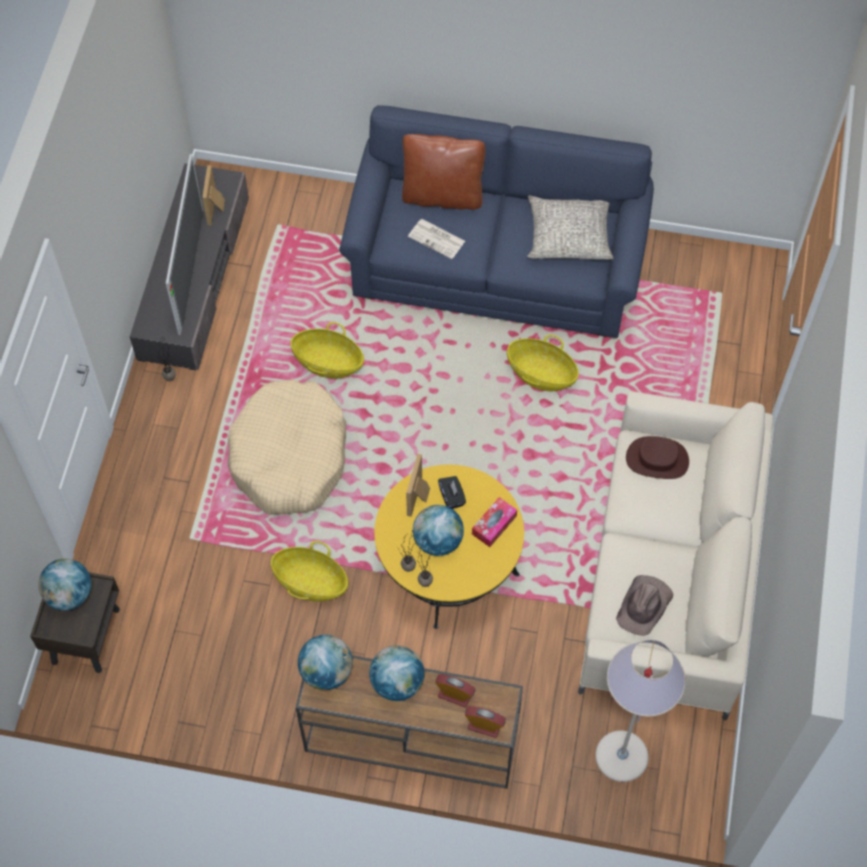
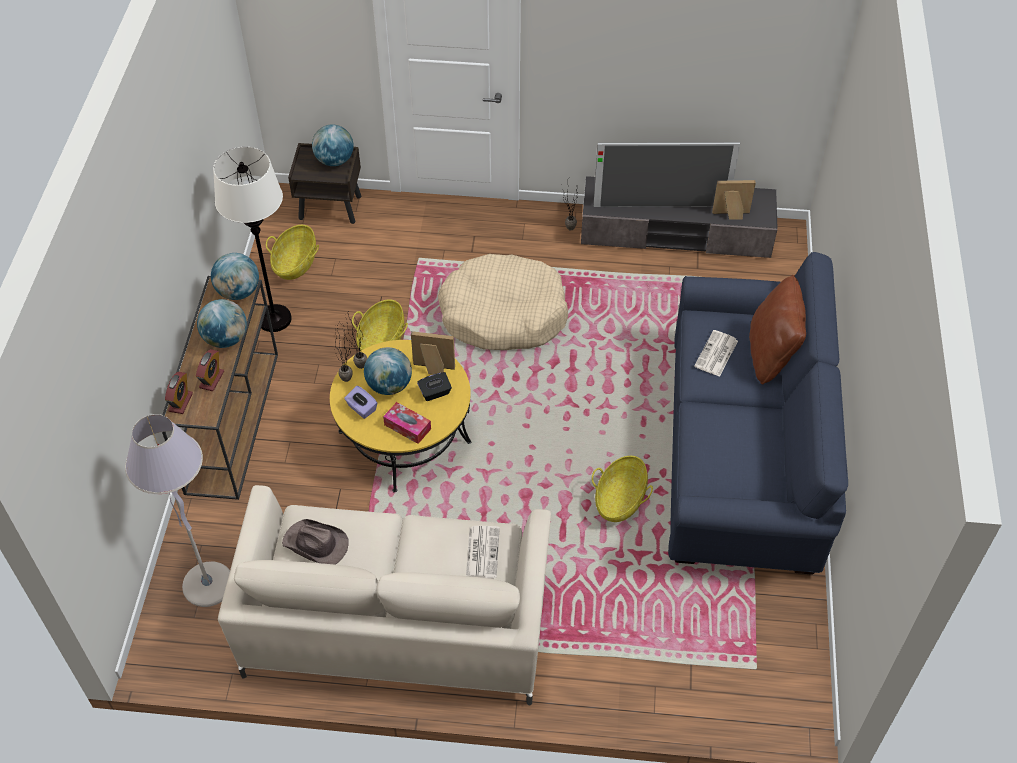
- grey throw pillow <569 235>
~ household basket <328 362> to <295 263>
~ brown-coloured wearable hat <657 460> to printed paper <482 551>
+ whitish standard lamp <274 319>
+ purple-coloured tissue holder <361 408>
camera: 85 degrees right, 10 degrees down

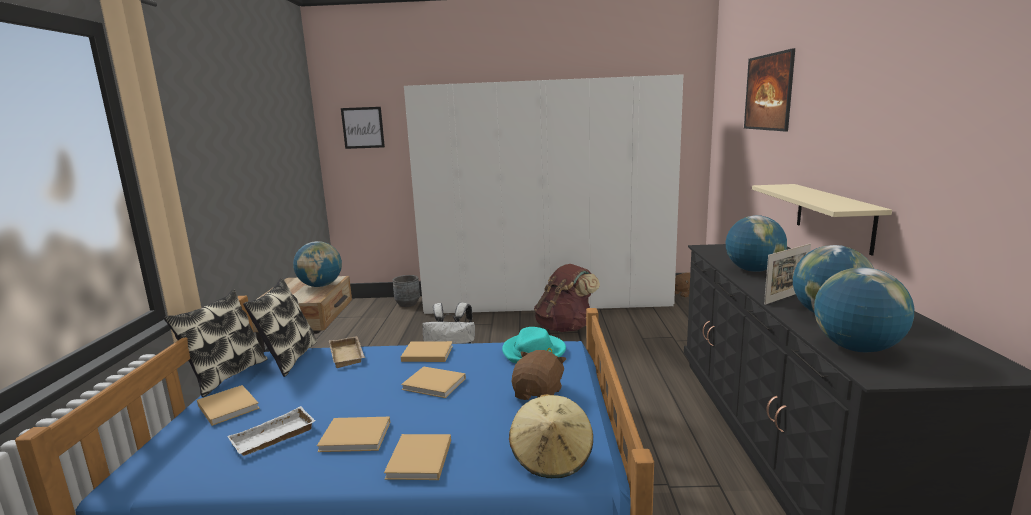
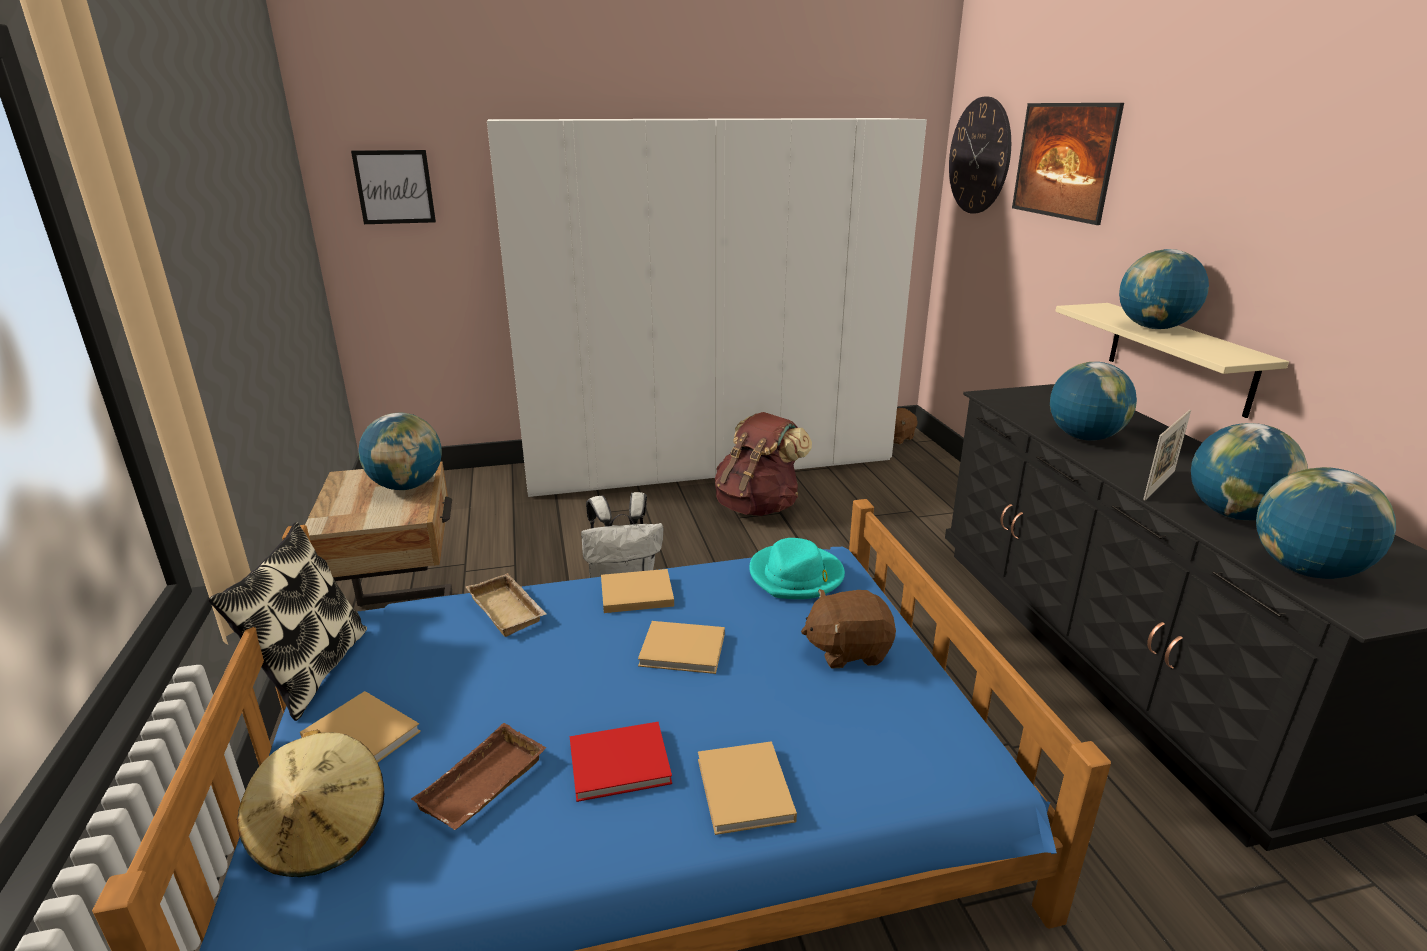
- grey flower pot <408 303>
- throw pillow <288 359>
~ brown-coloured plush toy <539 394> = <847 650> 105 degrees counterclockwise
~ beige wearable hat <552 457> to <322 832>
~ whitish carrying tray <273 438> to brown-coloured carrying tray <484 787>
~ beige bound book <357 436> to red bound book <623 763>
+ wall clock <979 156>
+ desk globe <1153 328>
camera: 15 degrees left, 10 degrees up

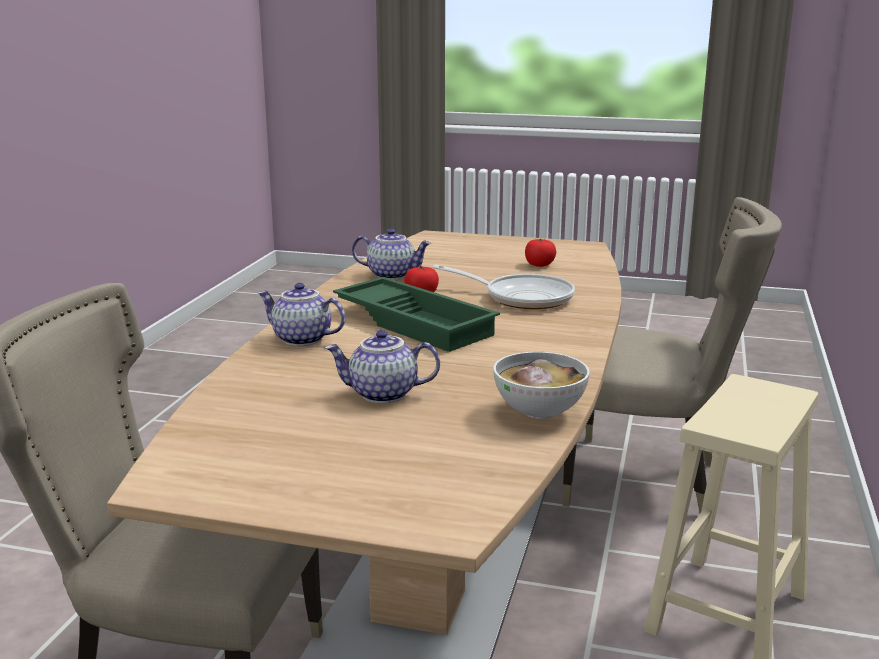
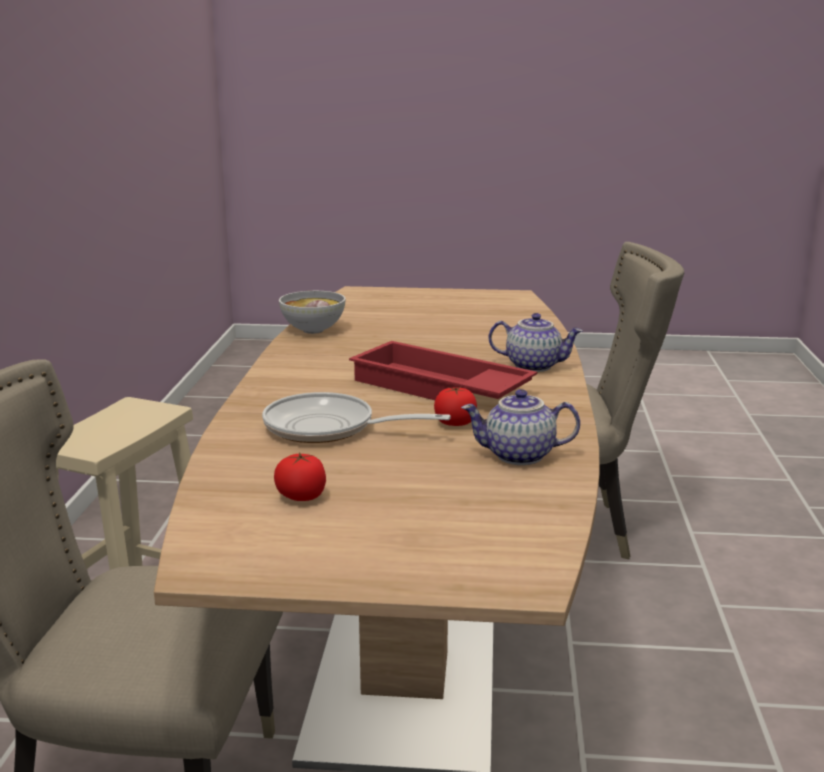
~ greenish carrying tray <417 323> to red carrying tray <437 388>
- pot for tea <382 395>
camera: 170 degrees right, 0 degrees up

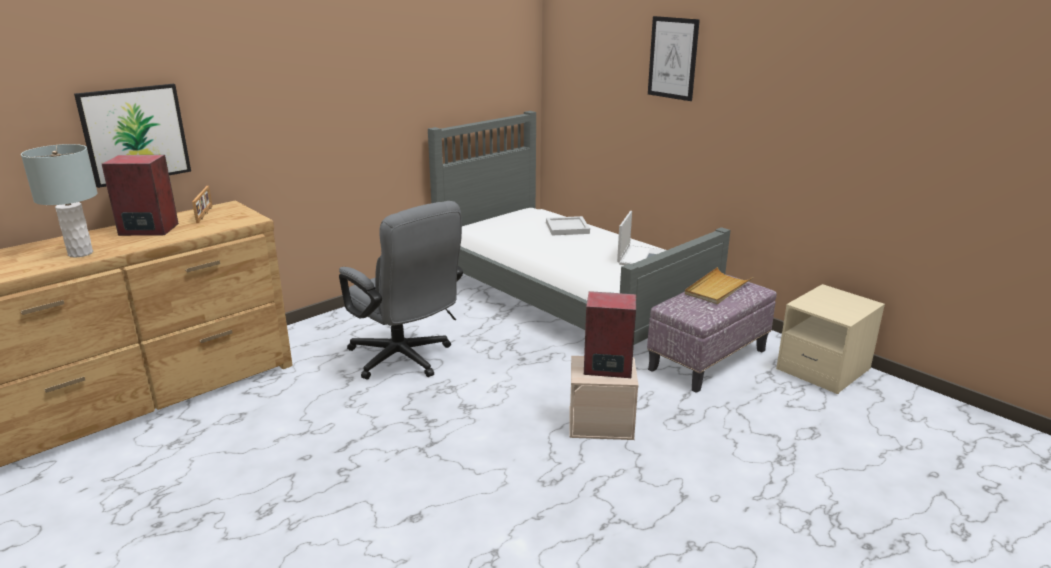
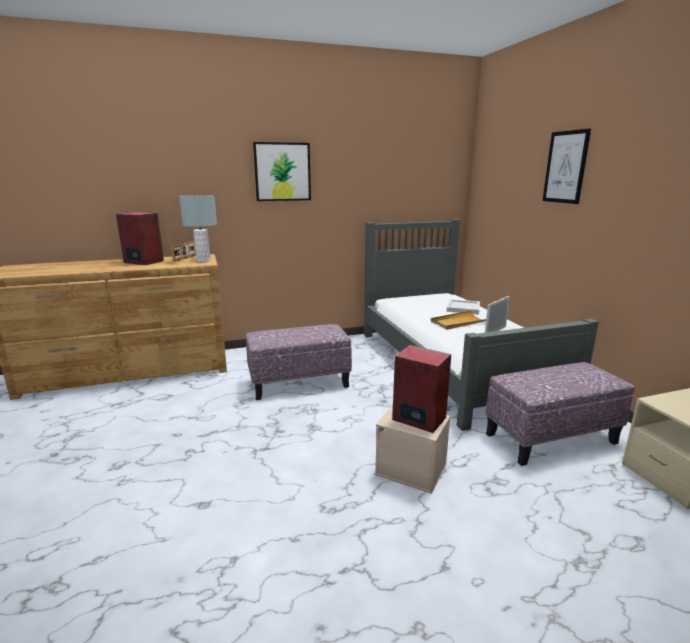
~ wall art <135 134> to <282 172>
~ grey table lamp <80 253> to <203 260>
~ grey desk chair <405 360> to ottoman <299 384>
~ beige carrying tray <717 289> to <459 322>
camera: 25 degrees right, 5 degrees down

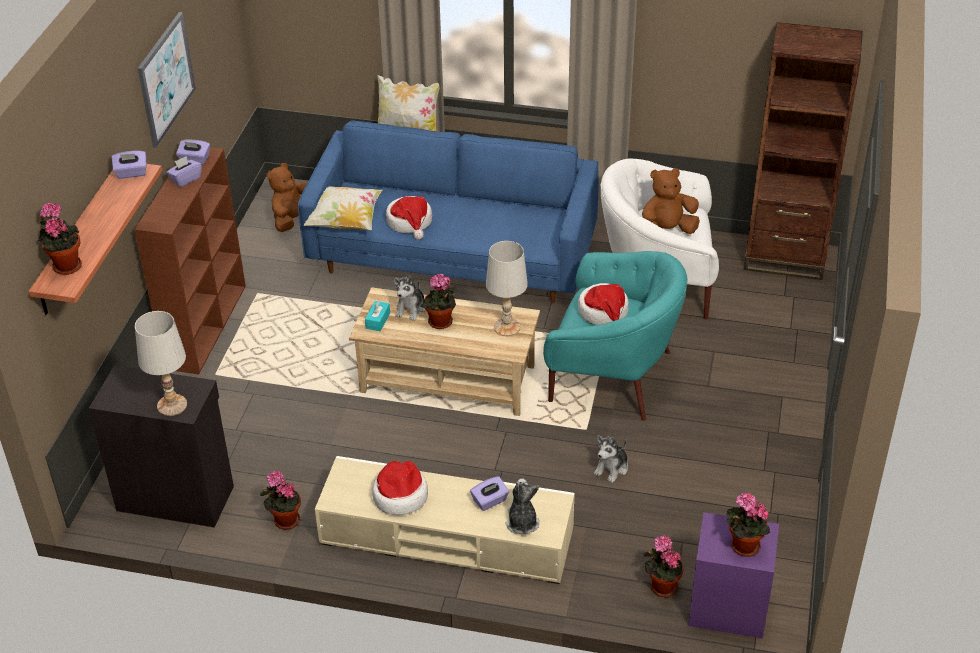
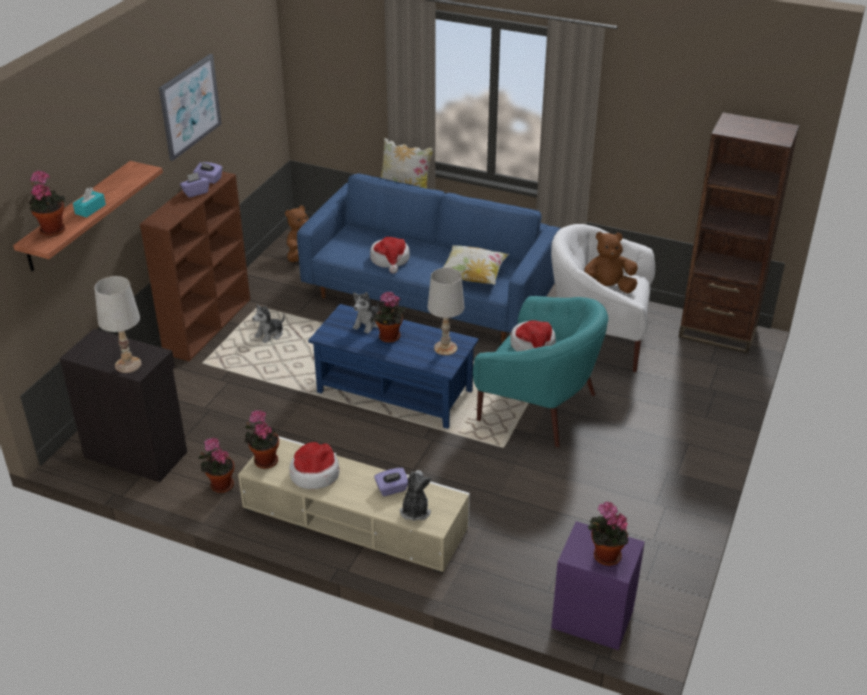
- purple-coloured tissue holder <131 173>
~ throw pillow <345 221> to <473 277>
~ beige low table <448 379> to blue-coloured low table <395 392>
~ turquoise-coloured tissue holder <378 320> to <90 209>
~ plush toy <612 468> to <270 335>
~ houseplant <661 586> to <264 460>
camera: 10 degrees right, 5 degrees down

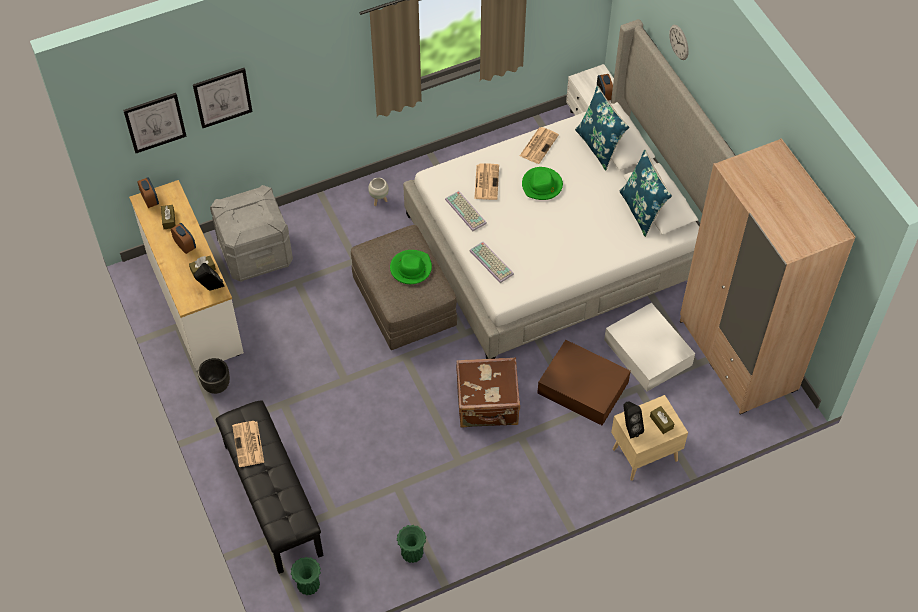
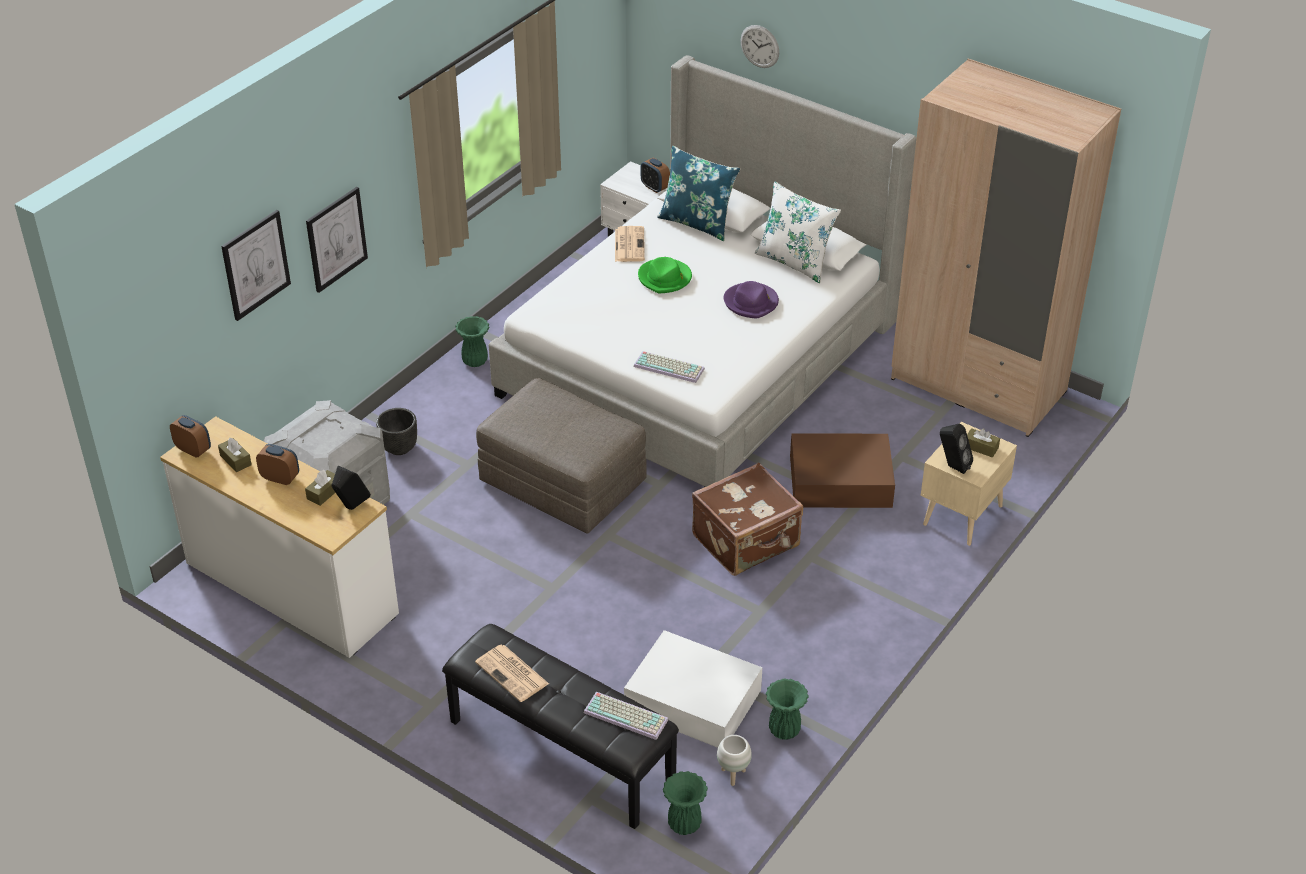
~ wall art <155 122> to <336 239>
~ blue-coloured throw pillow <642 210> to whitish throw pillow <795 262>
- printed paper <486 181>
~ whitish flower pot <379 200> to <733 775>
~ keyboard <466 211> to <627 715>
- greenish wearable hat <411 268>
~ whitish storage box <648 353> to <694 701>
~ black-coloured flower pot <216 385> to <399 447>
+ purple-coloured wearable hat <751 302>
+ greenish vase <475 361>
camera: 30 degrees left, 15 degrees down

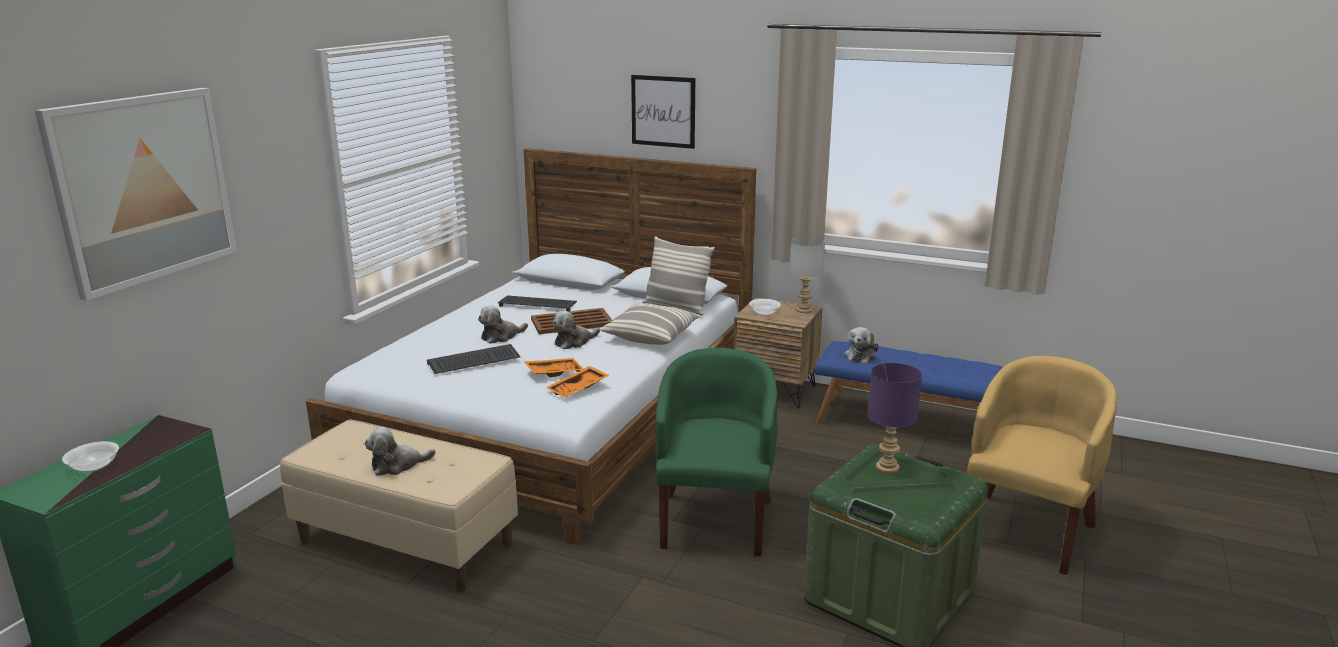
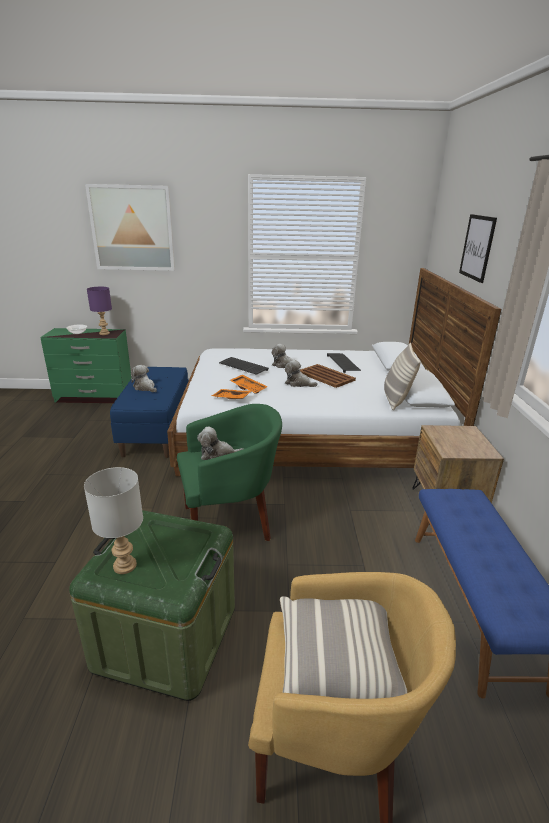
~ grey table lamp <804 310> to <125 566>
- bowl <764 313>
~ throw pillow <651 336> to <337 660>
~ plush toy <860 355> to <218 454>
~ purple-coloured table lamp <887 468> to <104 333>
~ beige long seat <407 542> to blue-coloured long seat <157 431>
camera: 65 degrees right, 5 degrees up

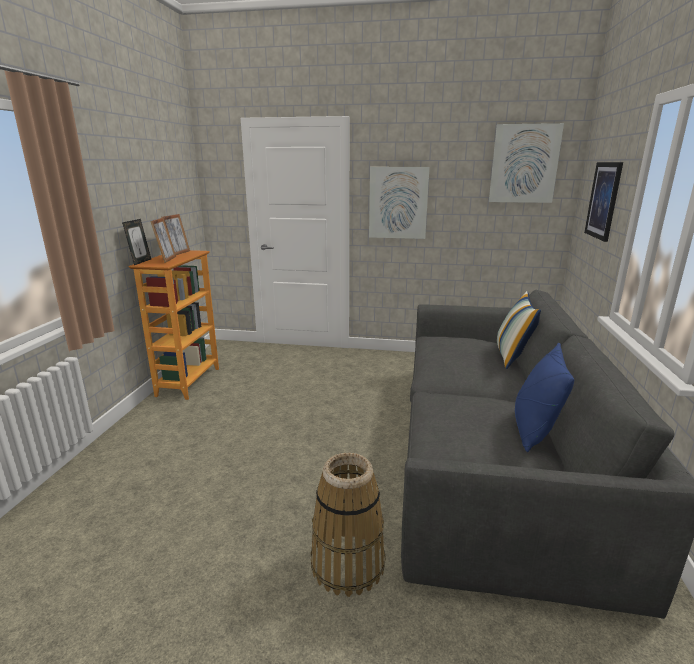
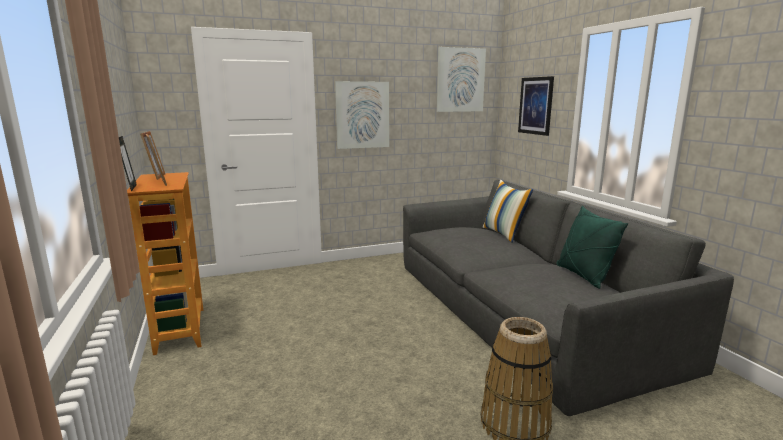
~ blue-coloured throw pillow <533 431> to greenish throw pillow <583 276>
camera: 30 degrees left, 5 degrees down

